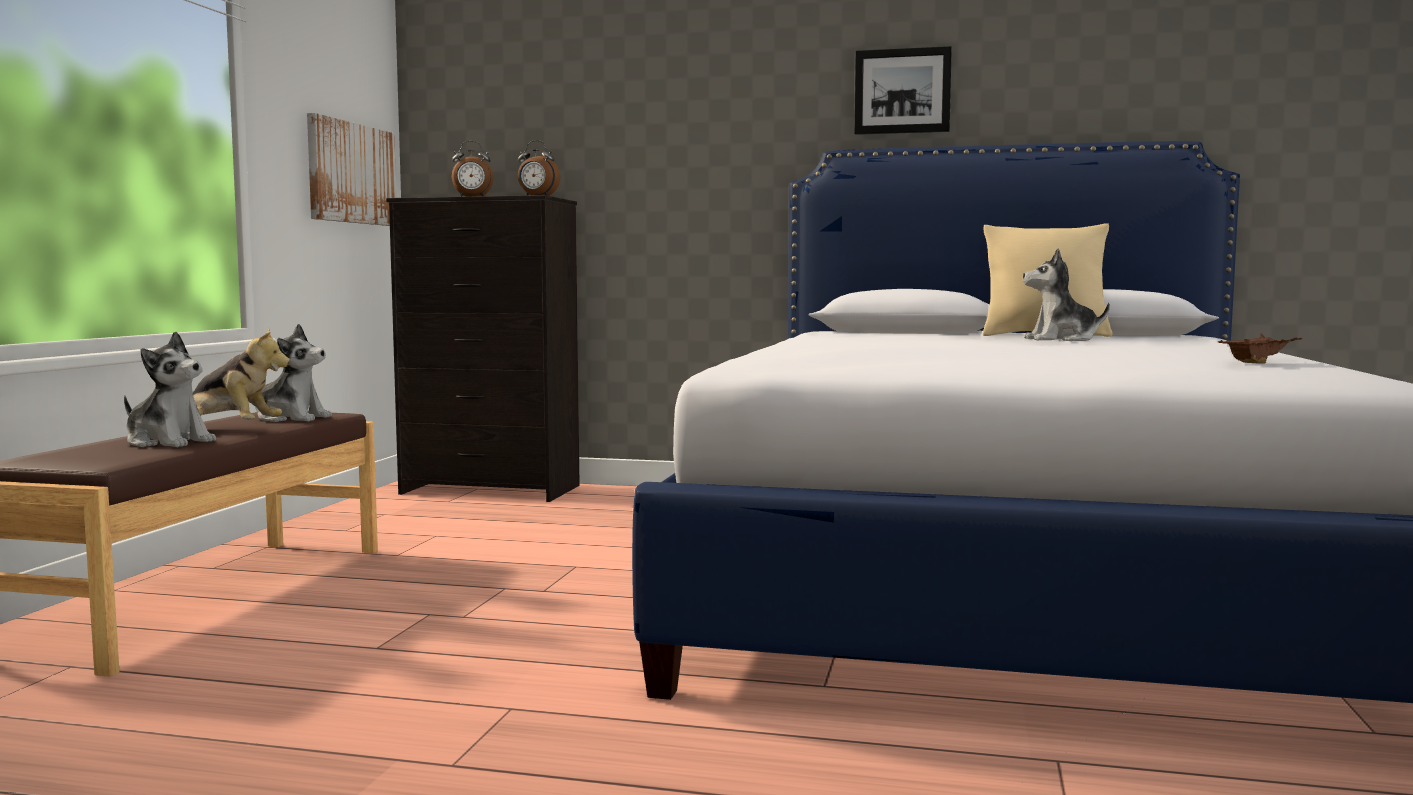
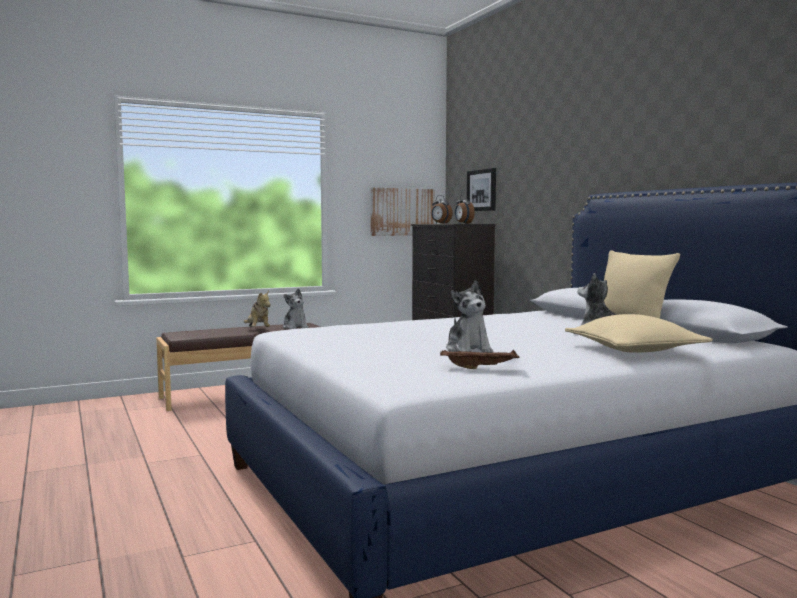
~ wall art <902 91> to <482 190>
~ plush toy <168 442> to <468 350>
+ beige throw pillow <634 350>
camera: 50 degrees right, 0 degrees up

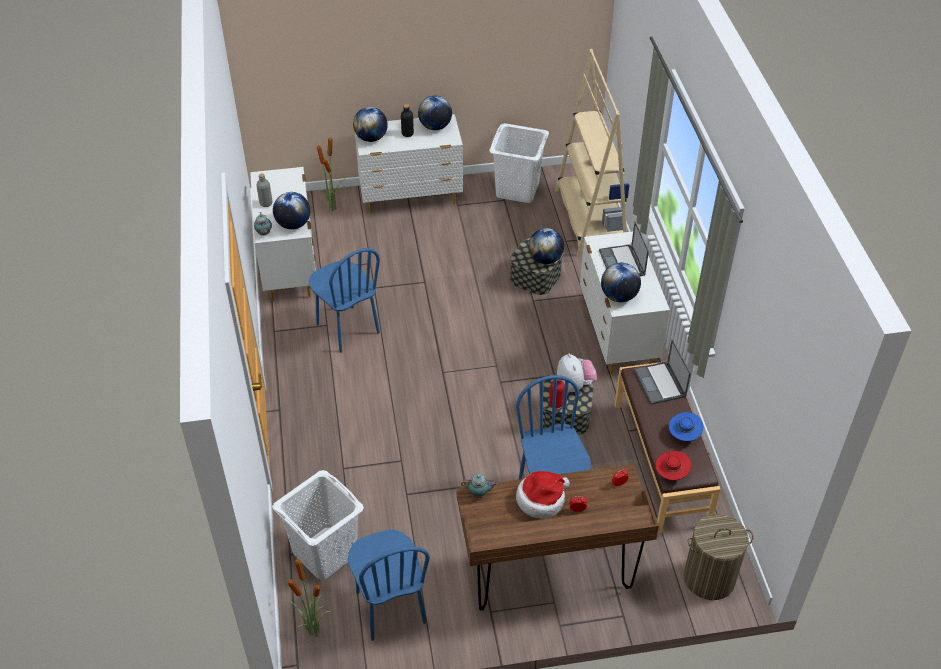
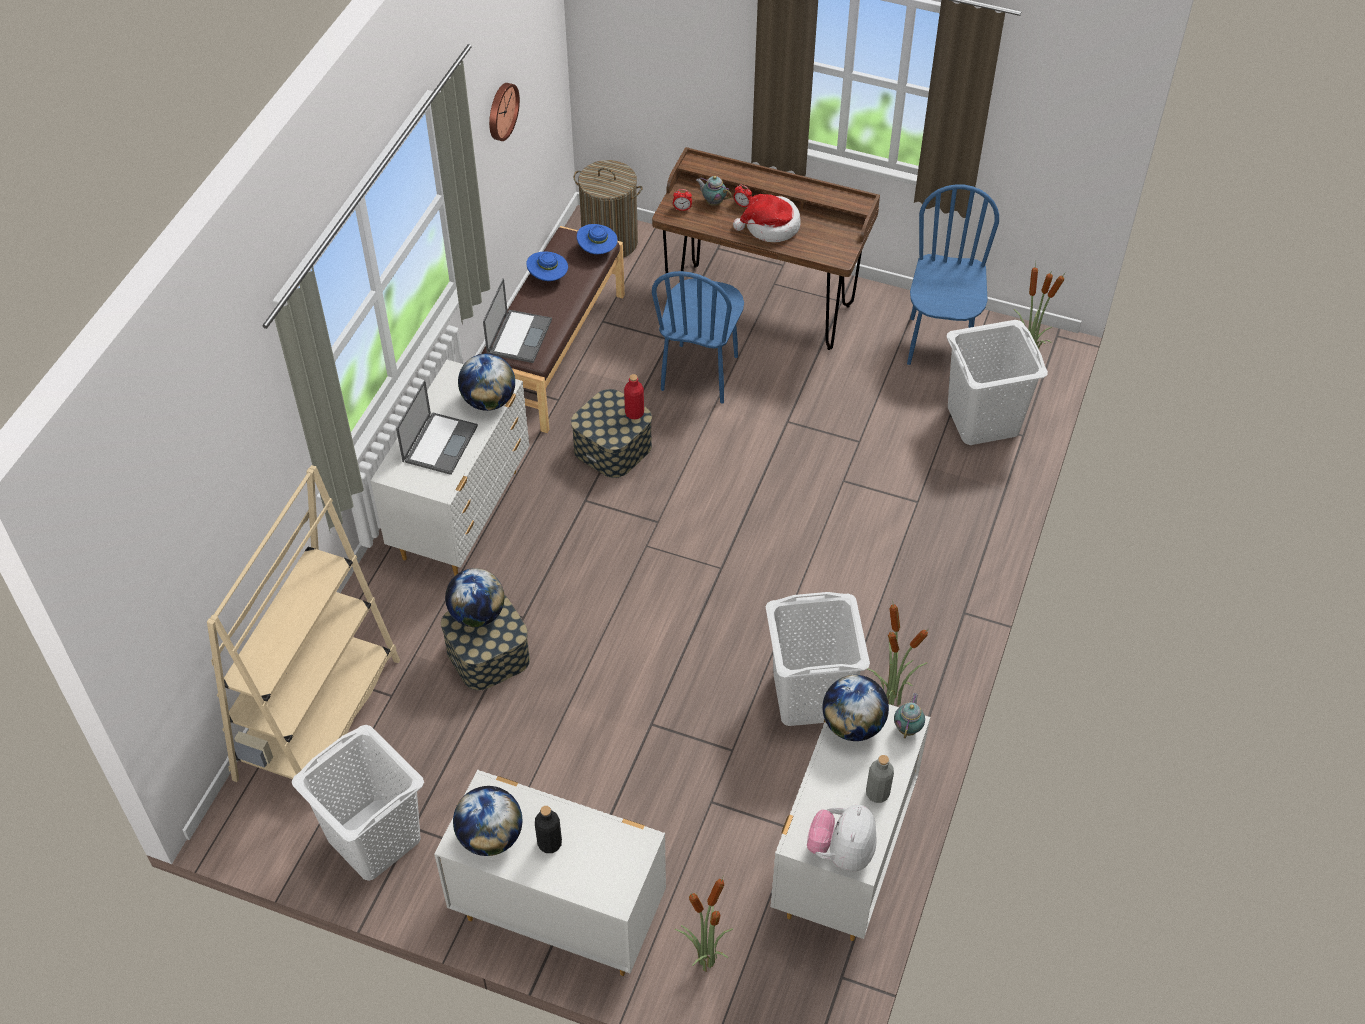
- desk globe <371 138>
~ blue-coloured plain chair <347 329> to whitish washing basket <811 695>
~ plush toy <575 385> to <841 852>
~ red wearable hat <671 473> to blue-coloured wearable hat <597 250>
~ pot for tea <479 494> to <713 202>
+ wall clock <501 111>
+ houseplant <891 697>
camera: 150 degrees left, 5 degrees up

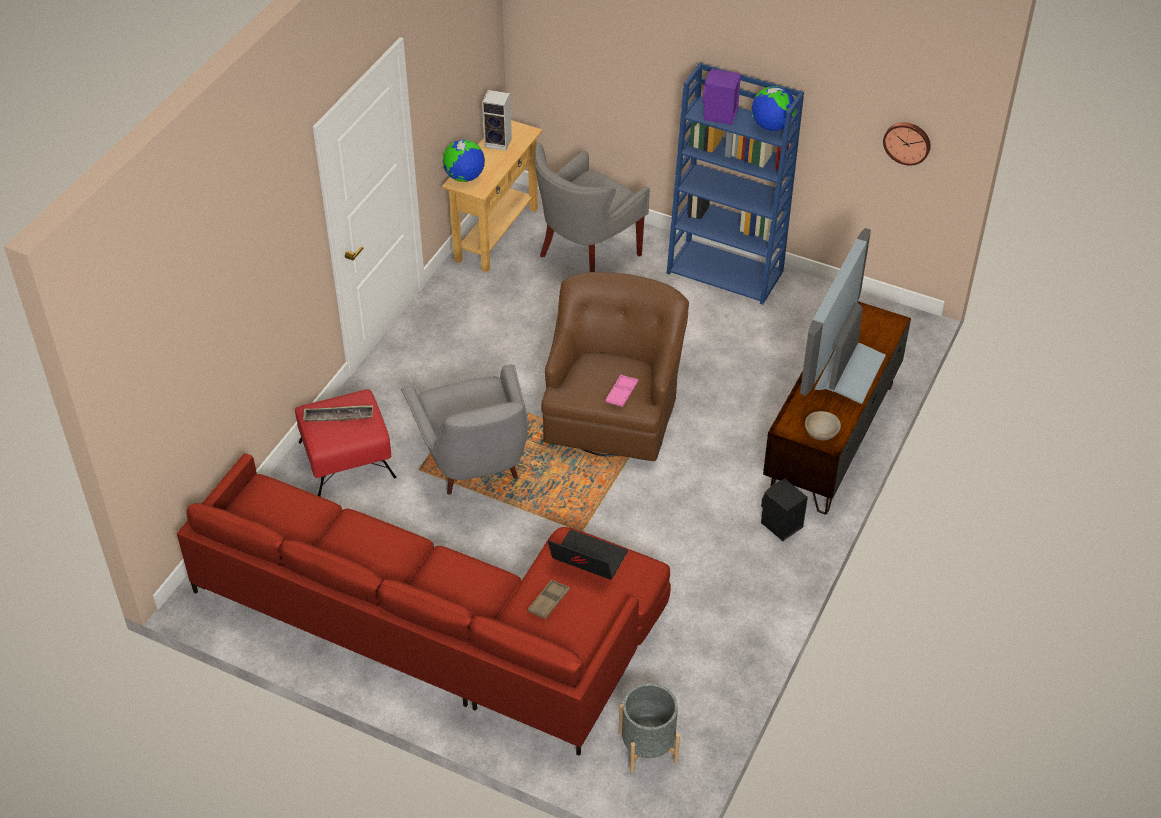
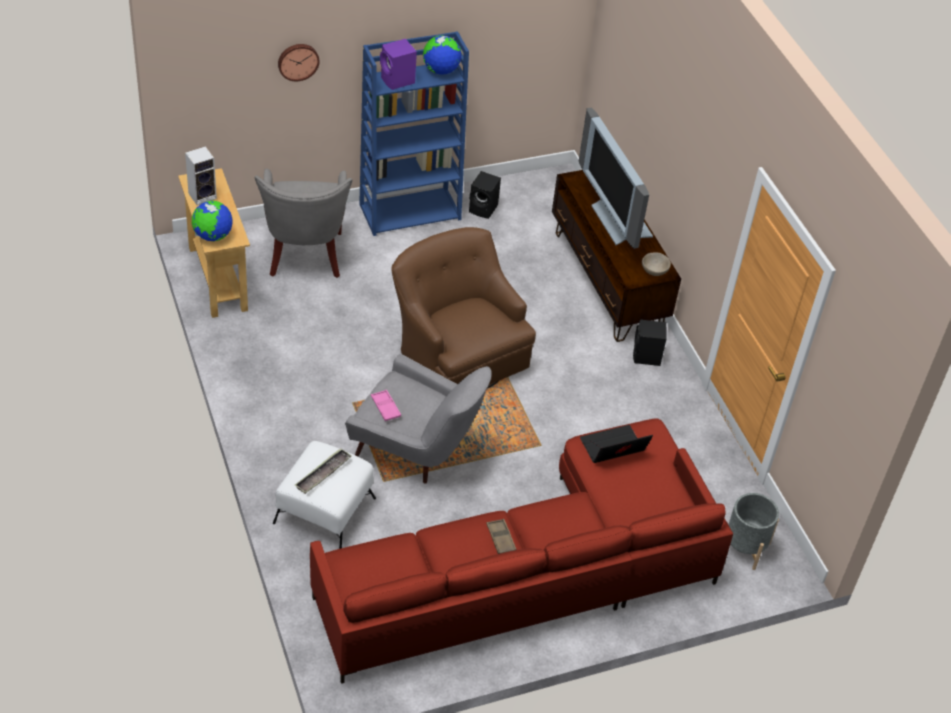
~ wall clock <907 142> to <298 61>
~ pinkish carrying tray <621 393> to <385 407>
~ red ottoman <346 459> to whitish ottoman <324 510>
~ brown-coloured carrying tray <548 601> to <500 539>
+ black-coloured speaker <484 209>
camera: 50 degrees left, 0 degrees up

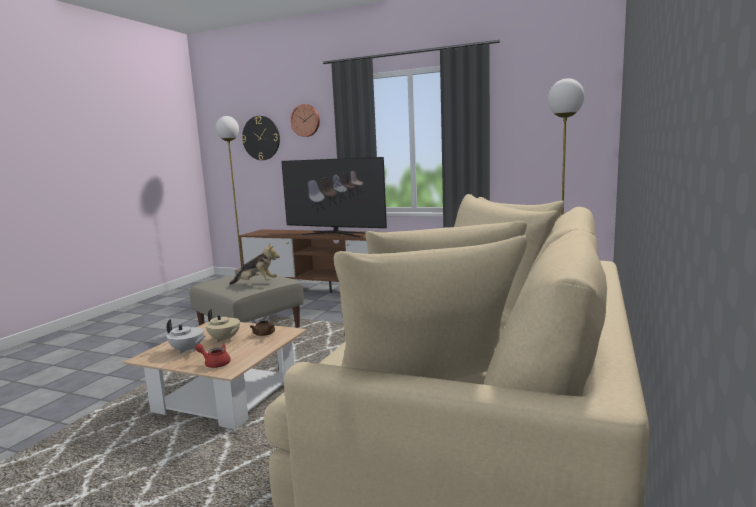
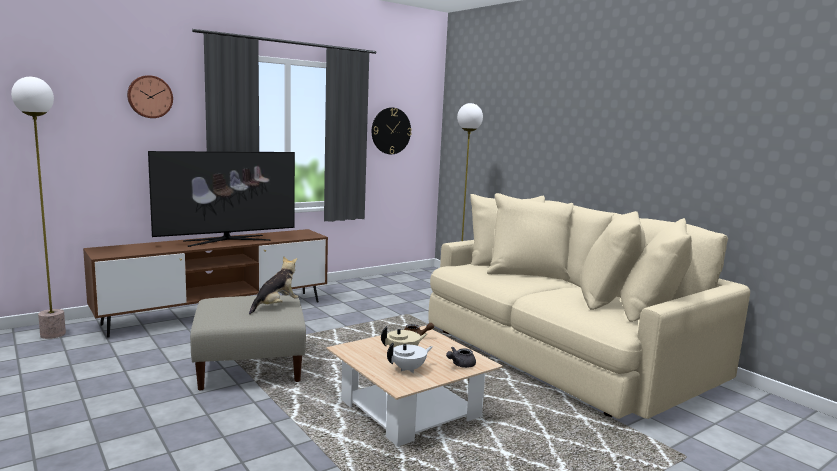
~ wall clock <261 138> to <391 131>
~ red pot for tea <215 363> to grey pot for tea <460 365>
camera: 60 degrees left, 0 degrees up

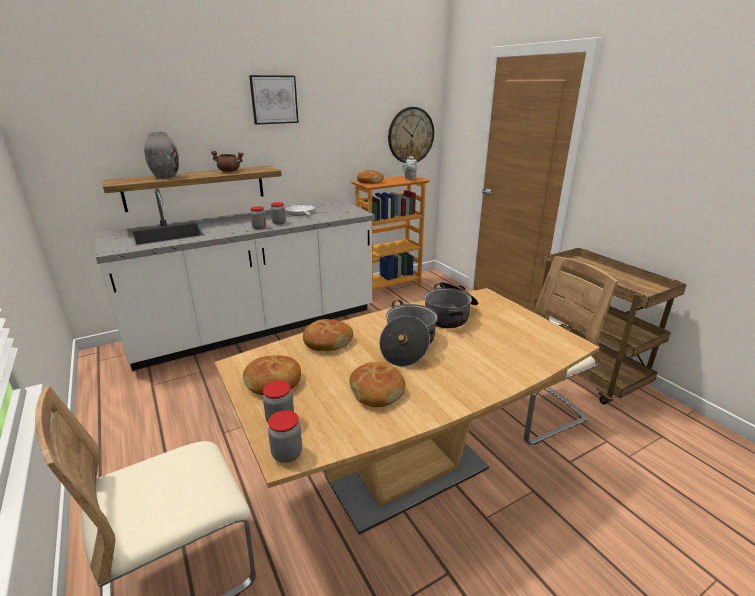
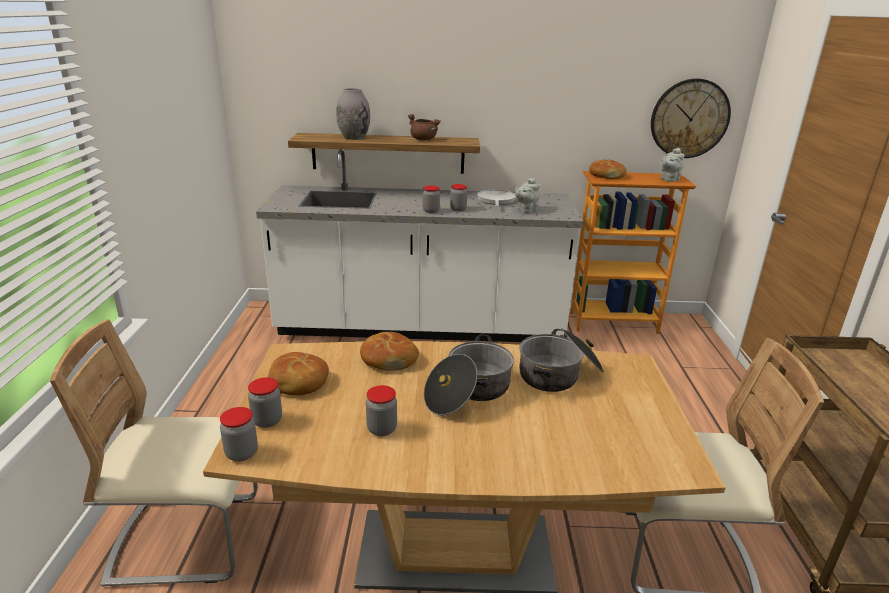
- wall art <274 99>
~ bread <377 391> to preserve jar <382 429>
+ grey pot for tea <526 210>
camera: 30 degrees right, 0 degrees up

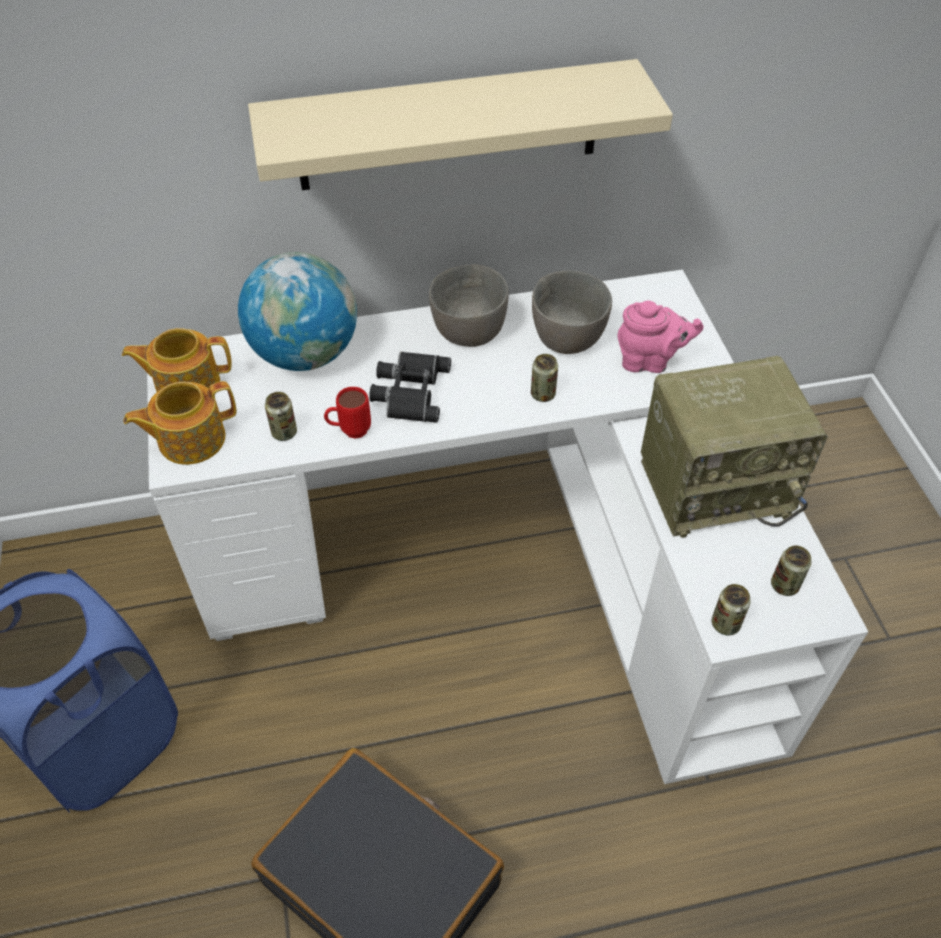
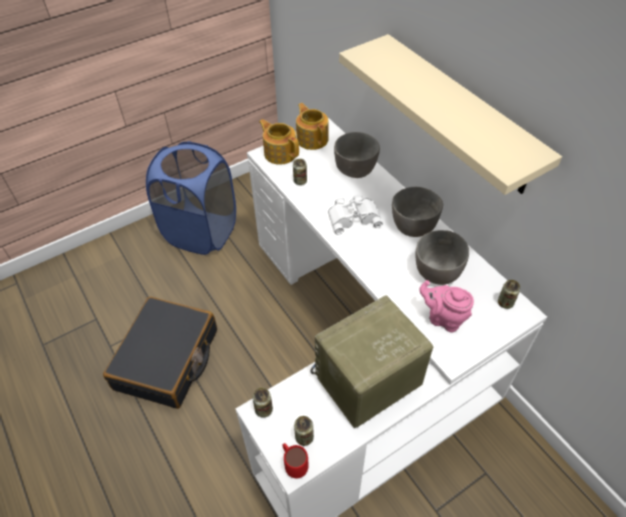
~ desk globe <305 354> to grey bowl <356 170>
~ pinkish pot for tea <649 361> = <443 318> 135 degrees clockwise
~ black-coloured pair of binoculars <409 391> to whitish pair of binoculars <353 216>
~ can <543 394> to <505 303>
~ radio set <716 485> = <367 384> 90 degrees clockwise
~ red coffee mug <349 431> to <294 465>
camera: 70 degrees right, 0 degrees up

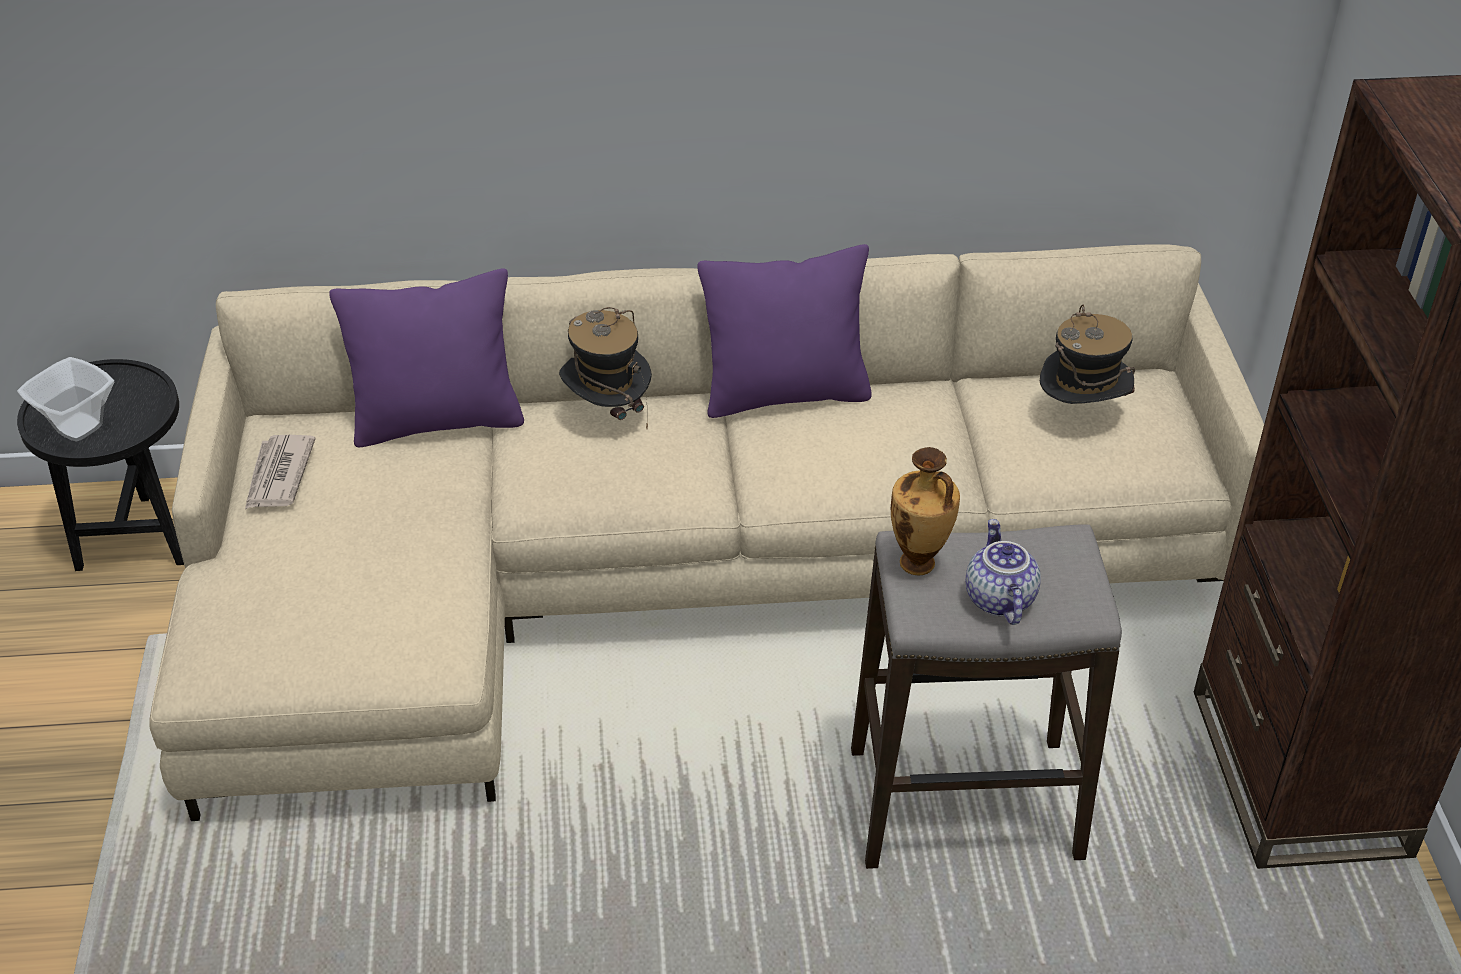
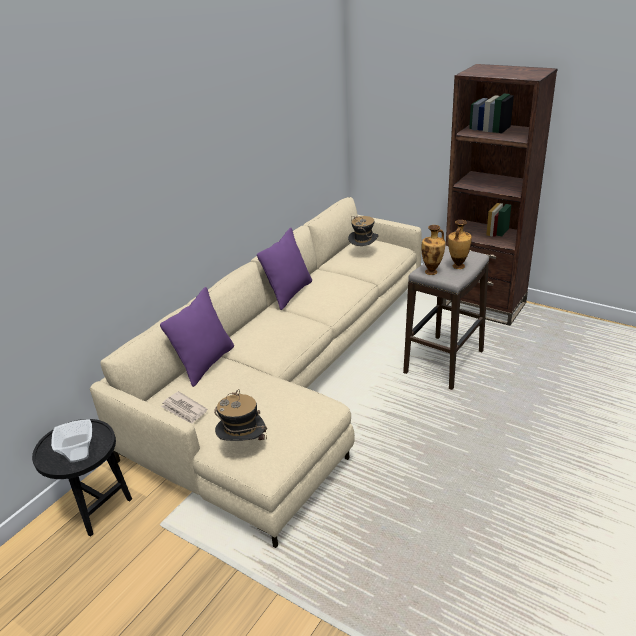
~ wearable hat <607 414> to <243 446>
~ pot for tea <997 599> to vase <458 266>
camera: 50 degrees left, 10 degrees down

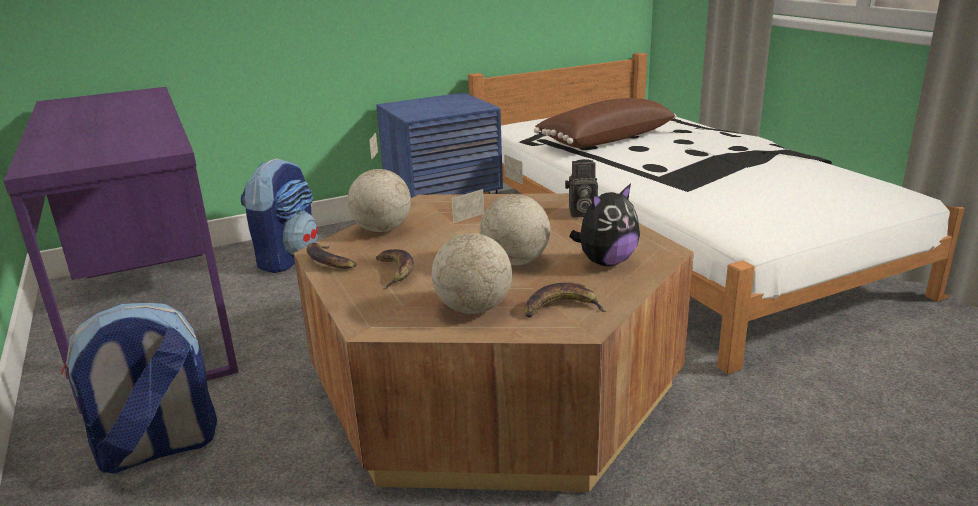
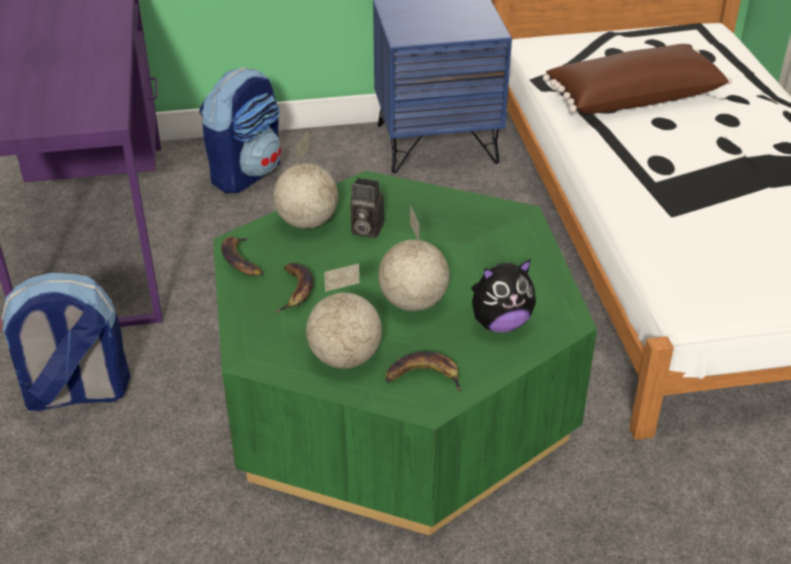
~ photo camera <581 213> to <365 230>
~ brown-coloured low table <494 385> to greenish low table <396 395>
camera: 15 degrees right, 15 degrees up

